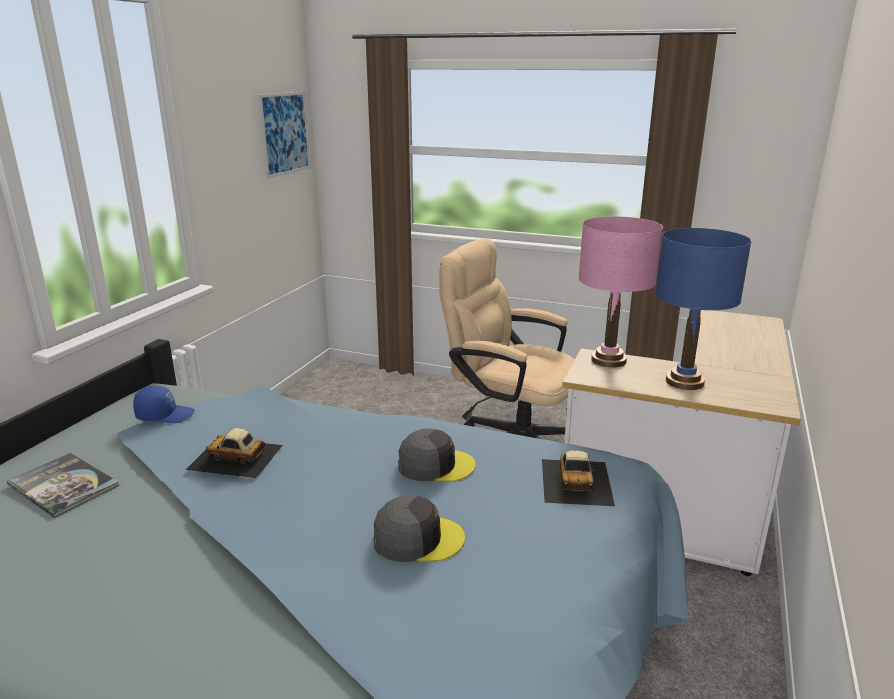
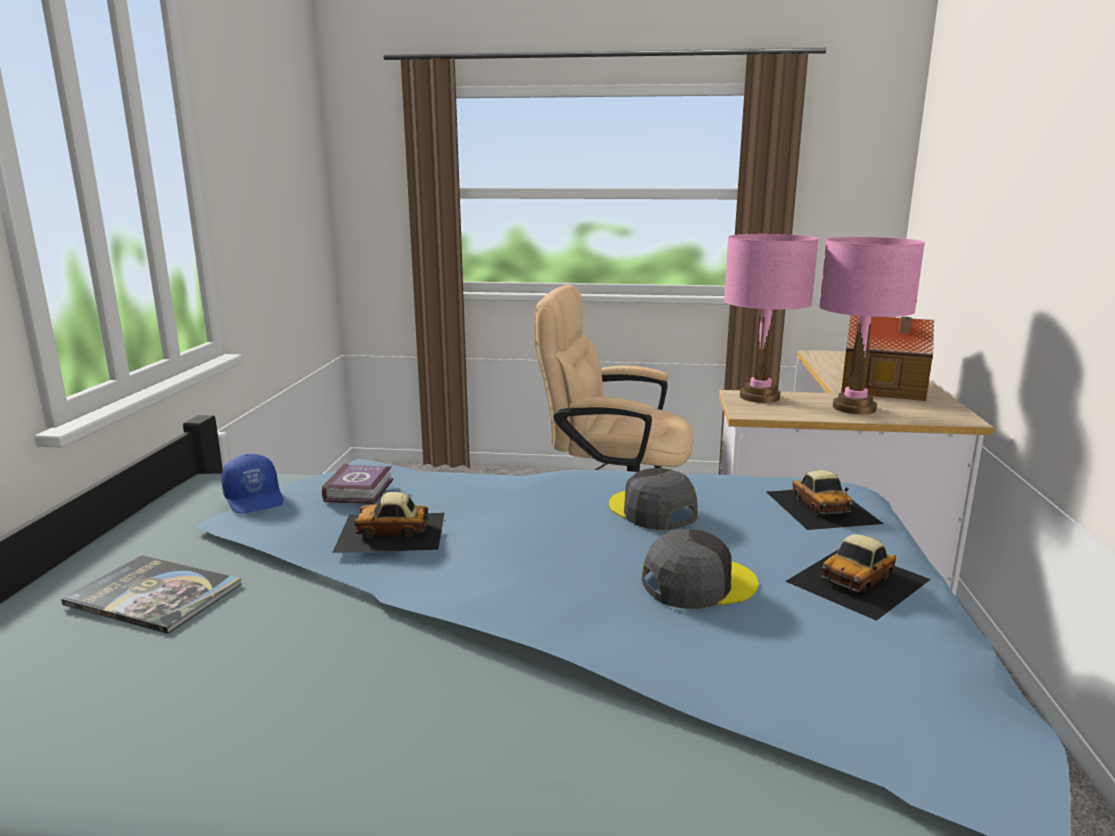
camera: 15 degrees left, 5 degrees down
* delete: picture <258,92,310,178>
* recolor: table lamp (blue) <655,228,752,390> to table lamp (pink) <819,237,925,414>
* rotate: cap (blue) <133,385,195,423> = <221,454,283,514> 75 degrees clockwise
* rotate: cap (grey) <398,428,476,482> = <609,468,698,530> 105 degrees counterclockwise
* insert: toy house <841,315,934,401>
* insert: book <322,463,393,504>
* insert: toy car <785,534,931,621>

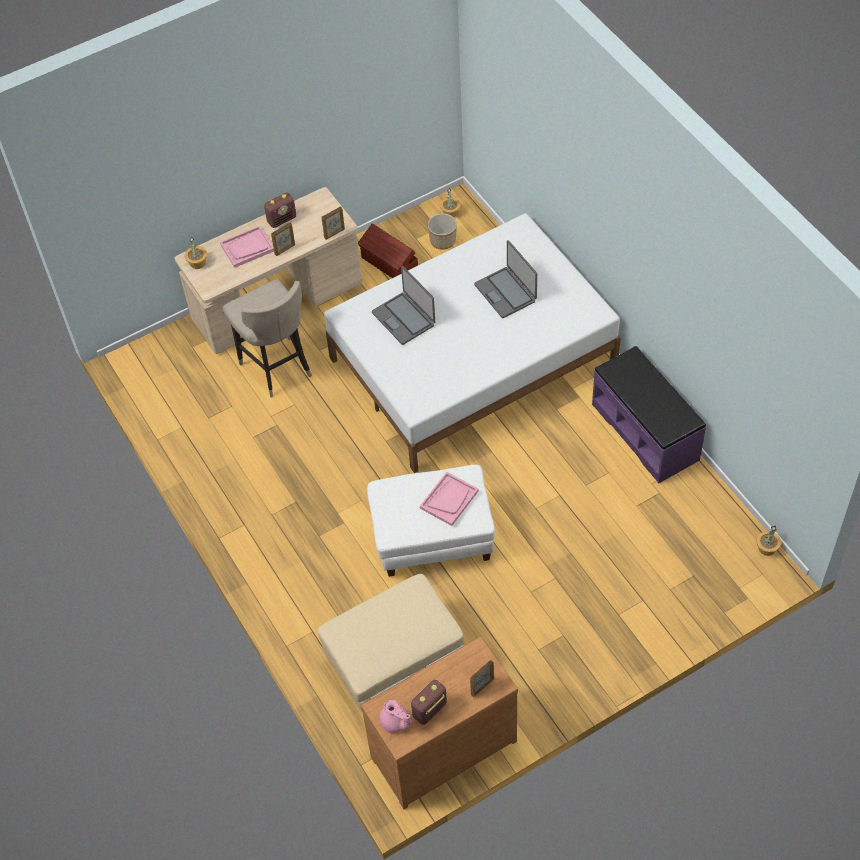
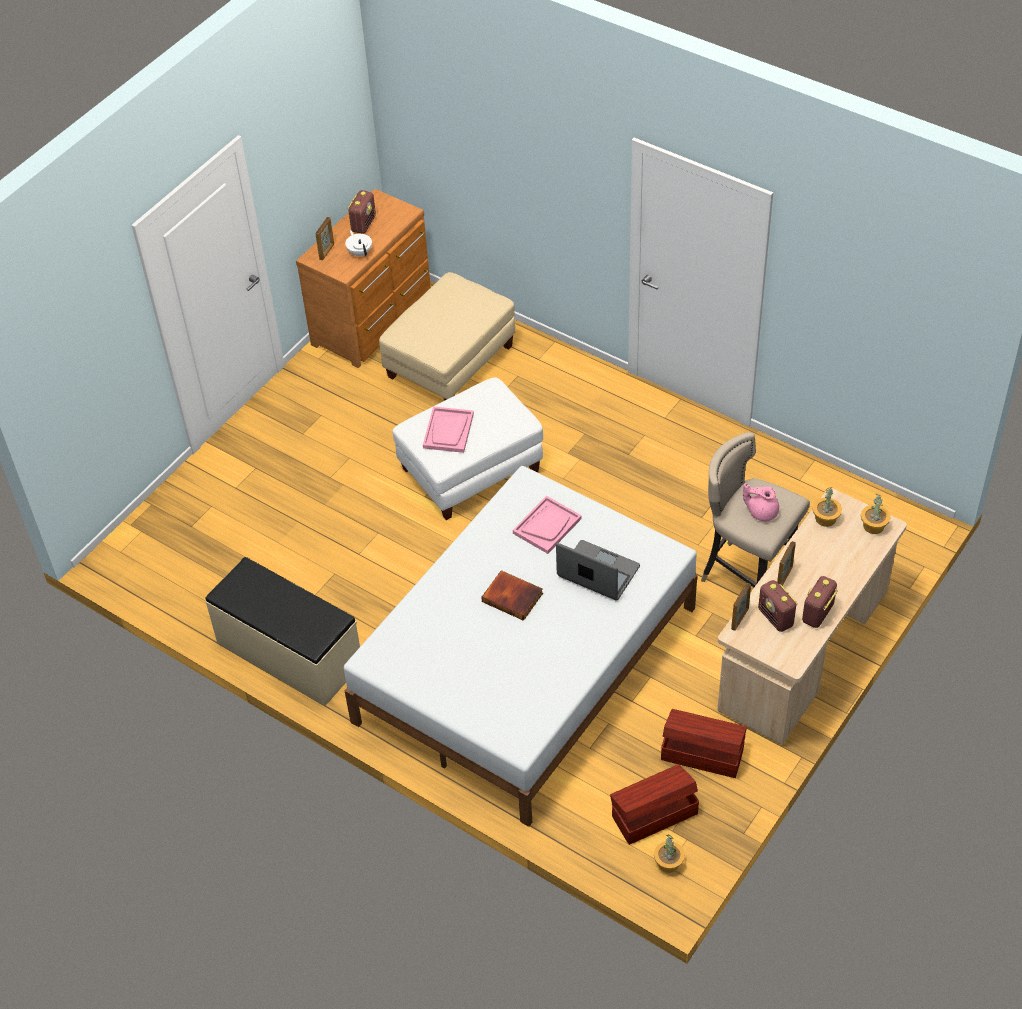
camera: 155 degrees right, 5 degrees down
* replace: planter <427,213,457,250> to storage box (brown) <610,764,699,845>
* move: tray (pink) <220,226,274,268> to <513,496,582,554>
* delete: laptop <474,240,537,318>
* recolor: bench (purple) <592,346,706,484> to bench (beige) <205,557,360,706>
* move: potted plant <756,525,781,556> to <812,487,842,527>
* move: teapot (pink) <380,700,411,733> to <743,483,779,521>
* insert: teapot (white) <345,230,372,257>
* insert: book <481,570,543,621>
* insert: radio <758,580,798,632>

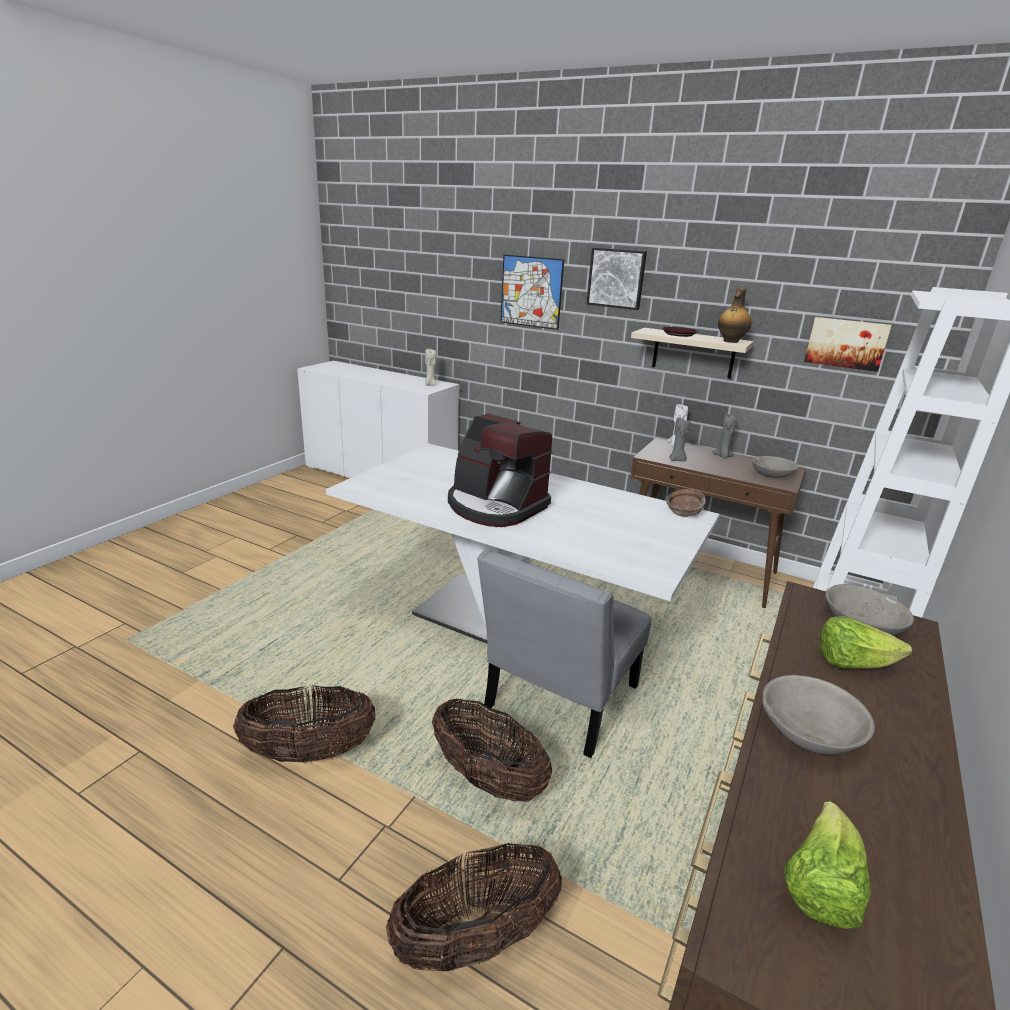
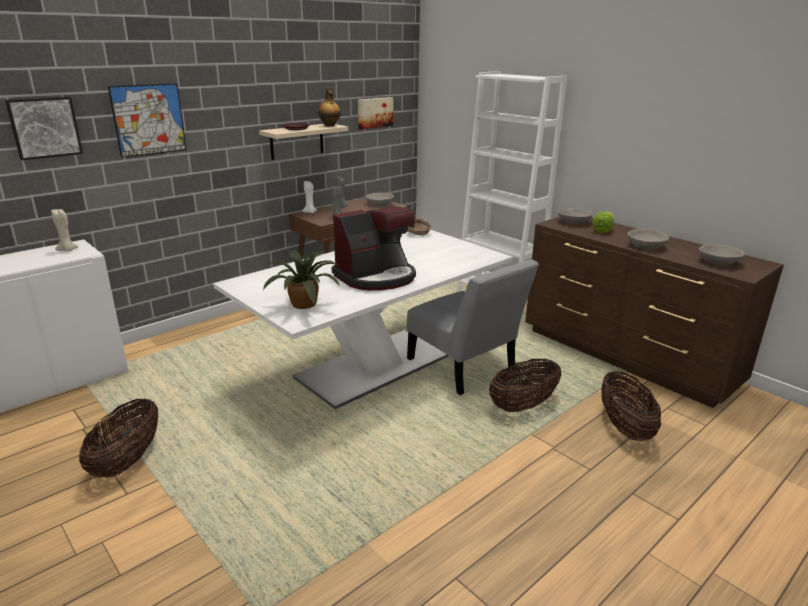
camera: 70 degrees left, 0 degrees up
* move: picture <587,248,647,310> to <5,97,83,160>
* move: basket <233,685,376,763> to <79,398,159,478>
* replace: lettuce <784,801,871,929> to bowl (grey) <699,244,745,265>
* insert: potted plant <263,250,342,309>

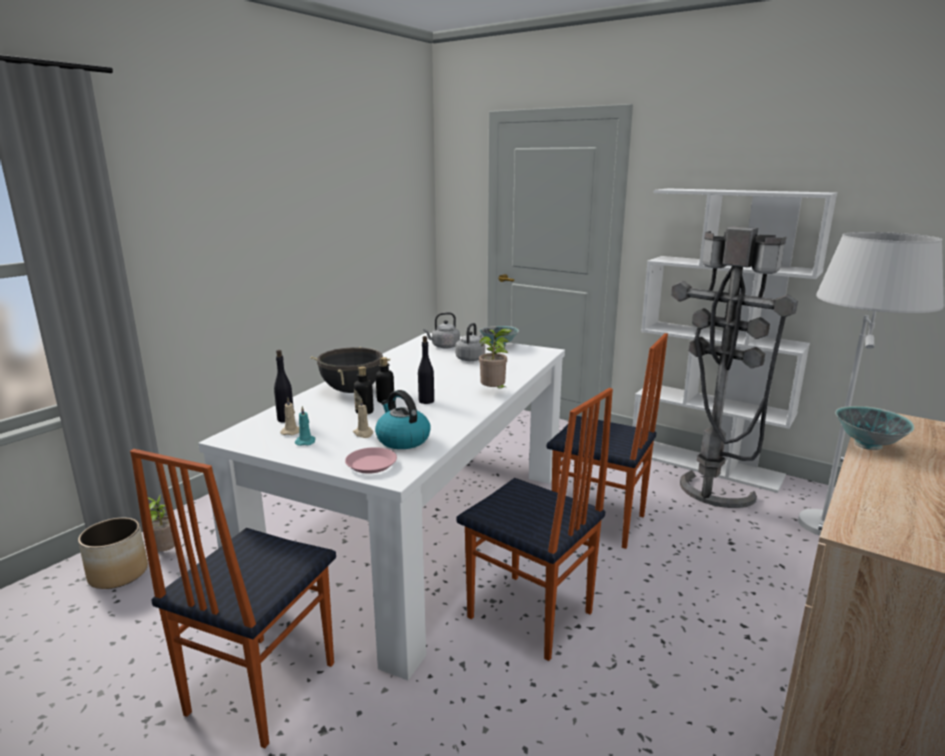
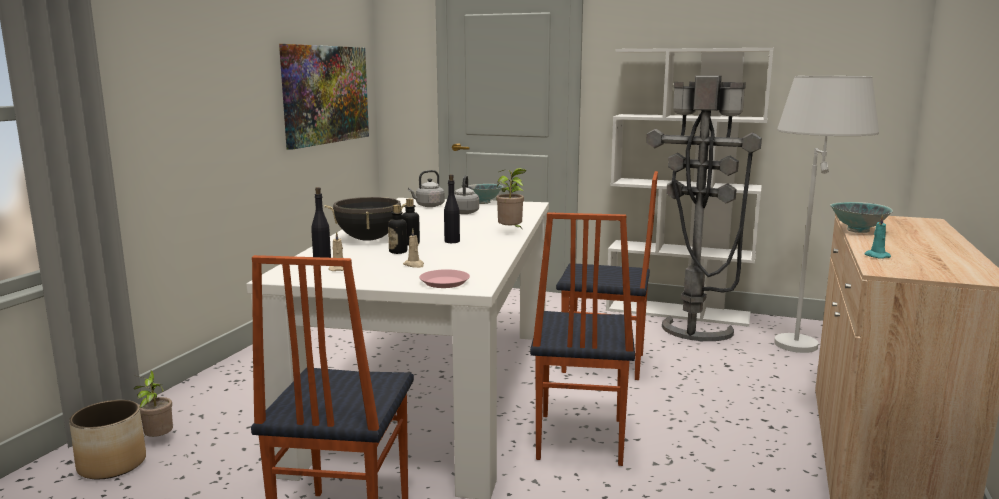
camera: 15 degrees left, 5 degrees down
* rotate: chair <457,388,613,661> = <530,212,635,466> 75 degrees clockwise
* delete: kettle <375,390,431,449>
* move: candle (turquoise) <295,406,315,446> to <865,215,891,259>
* insert: picture <279,44,369,150>

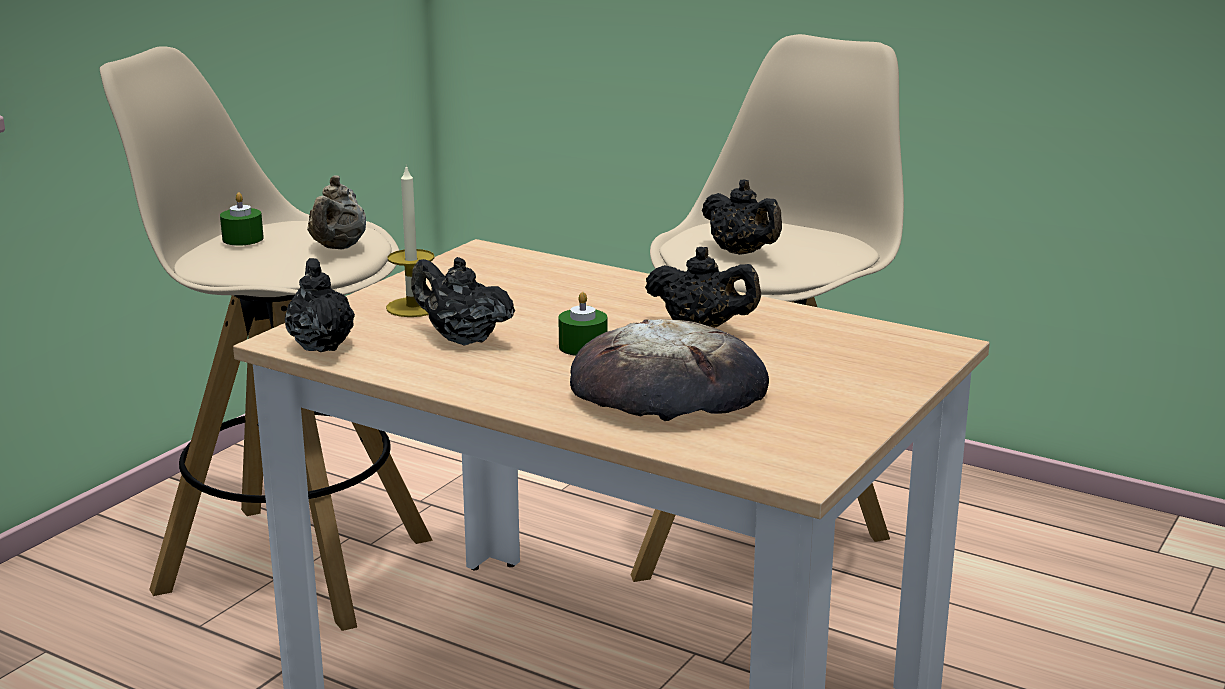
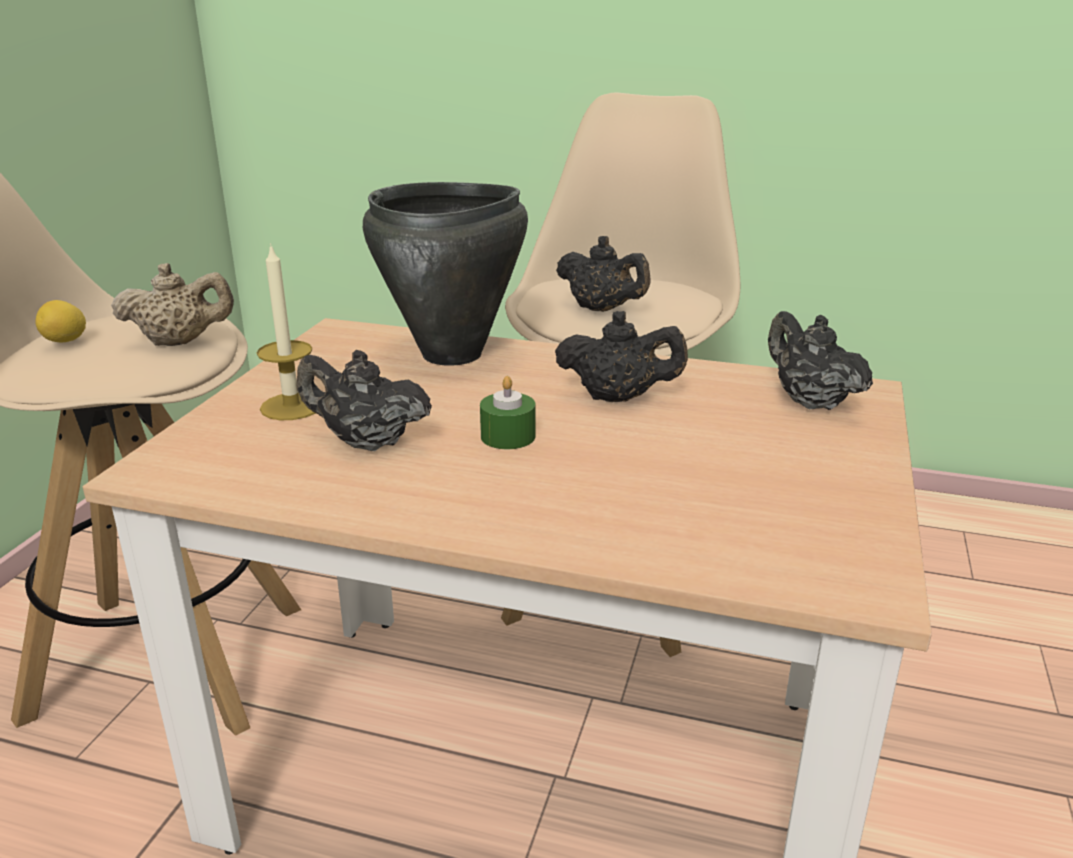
camera: 15 degrees left, 5 degrees up
* rotate: teapot (beige) <307,175,366,249> = <111,263,234,346> 90 degrees counterclockwise
* replace: candle (green) <220,192,264,246> to lemon <35,300,86,342>
* move: teapot (black) <285,258,355,352> to <768,311,873,410>
* delete: bread <570,319,769,421>
* insert: cooking pot (black) <363,182,528,366>

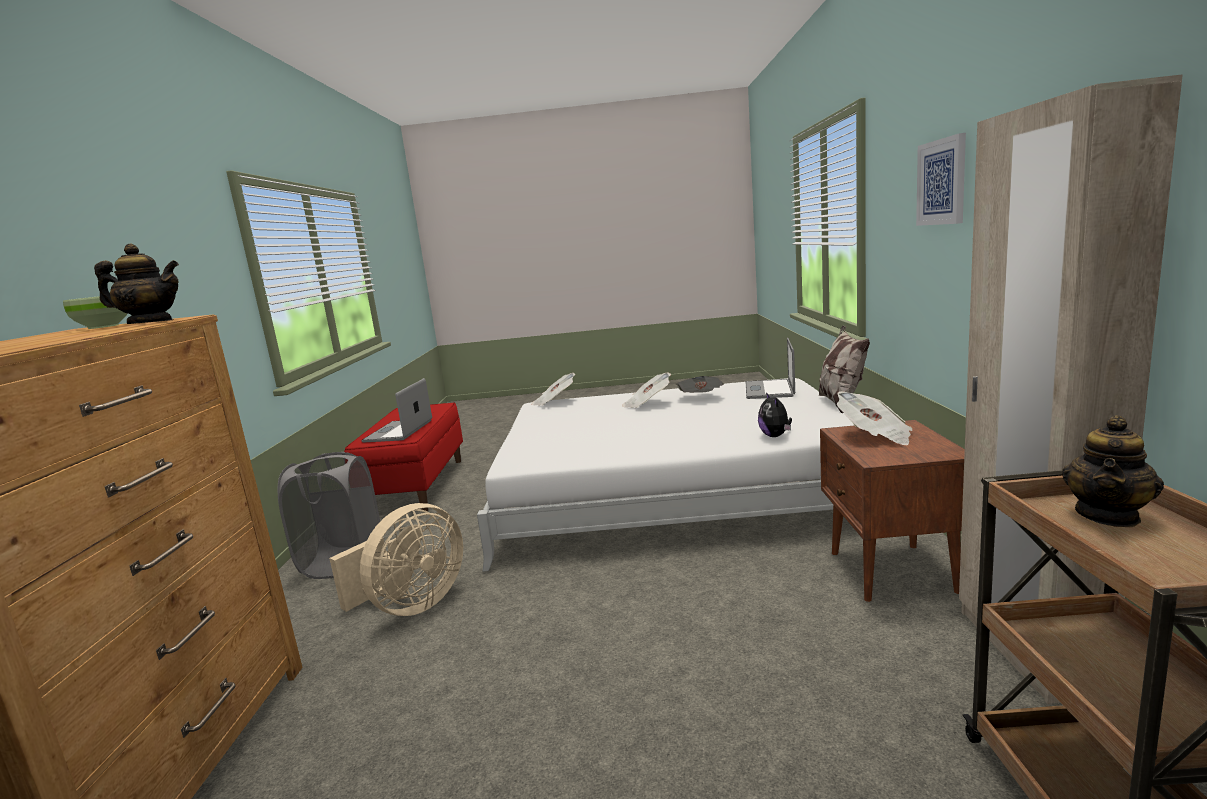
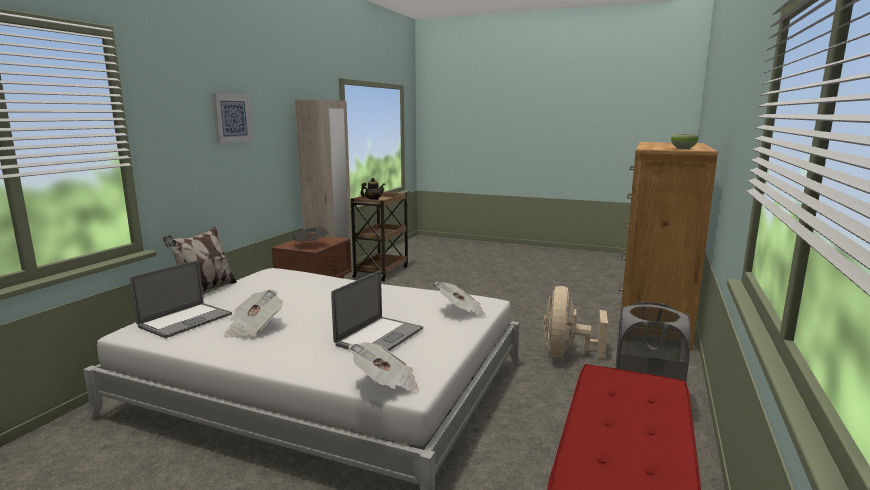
camera: 160 degrees left, 0 degrees up
* delete: teapot <94,244,179,324>
* move: newspaper <622,373,671,408> to <435,282,487,316>
* move: laptop <362,378,432,442> to <331,271,423,351>
* delete: plush toy <758,392,792,437>
* rotate: fan (beige) <329,503,463,616> = <544,286,608,358> 45 degrees counterclockwise

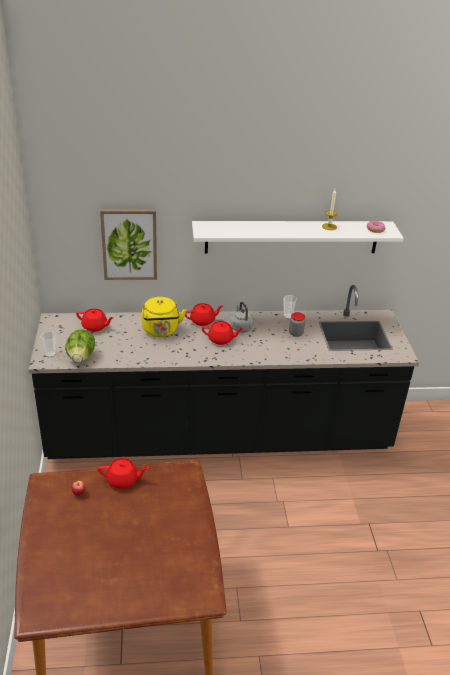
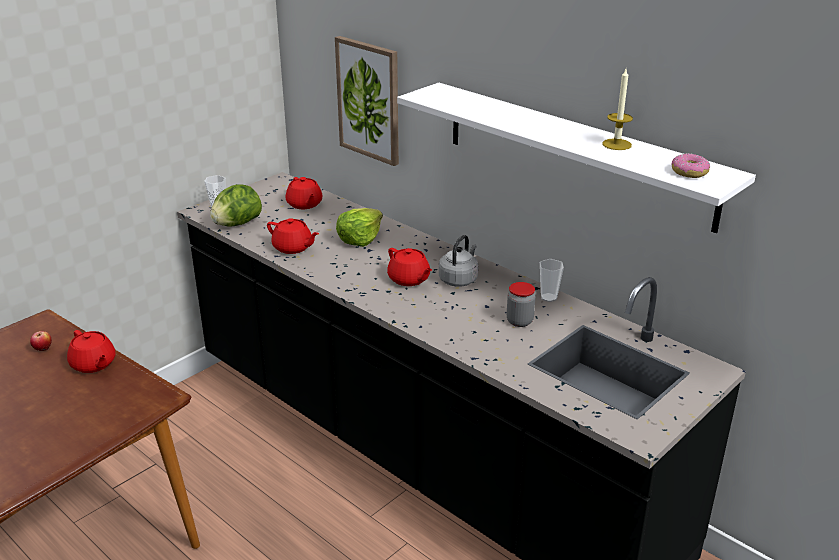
camera: 50 degrees right, 5 degrees down
* replace: kettle (yellow) <142,297,187,337> to lettuce <336,208,383,247>
* move: teapot (red) <185,303,224,326> to <267,218,319,254>

